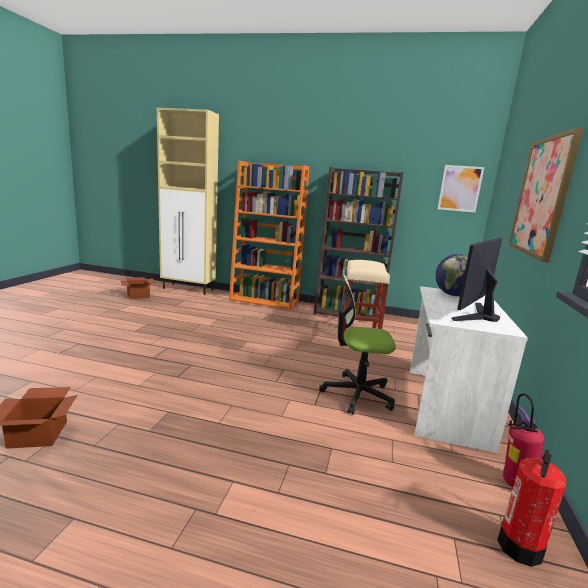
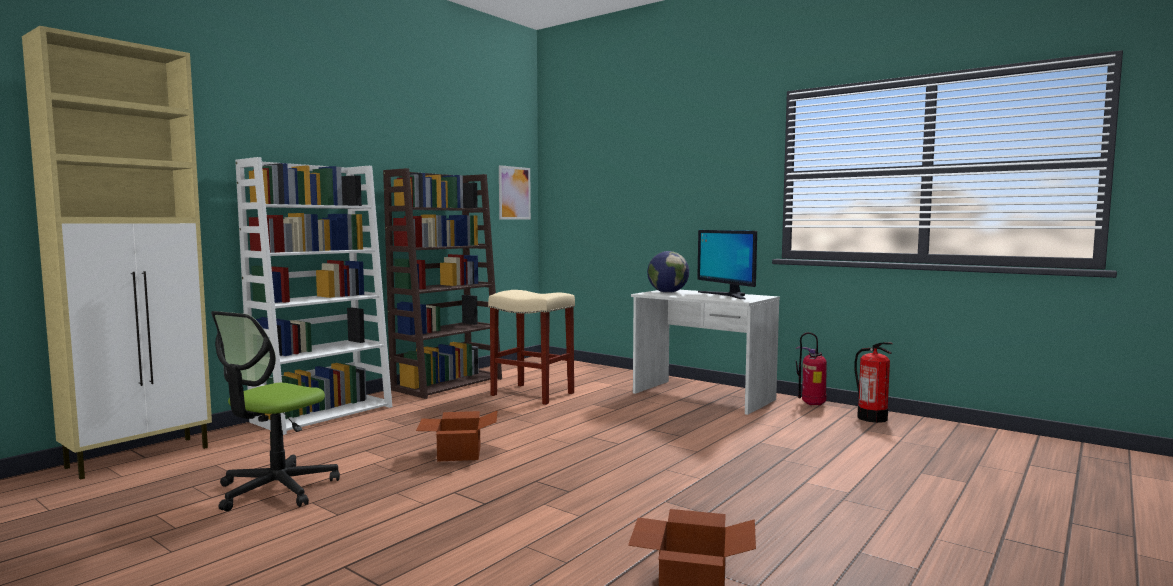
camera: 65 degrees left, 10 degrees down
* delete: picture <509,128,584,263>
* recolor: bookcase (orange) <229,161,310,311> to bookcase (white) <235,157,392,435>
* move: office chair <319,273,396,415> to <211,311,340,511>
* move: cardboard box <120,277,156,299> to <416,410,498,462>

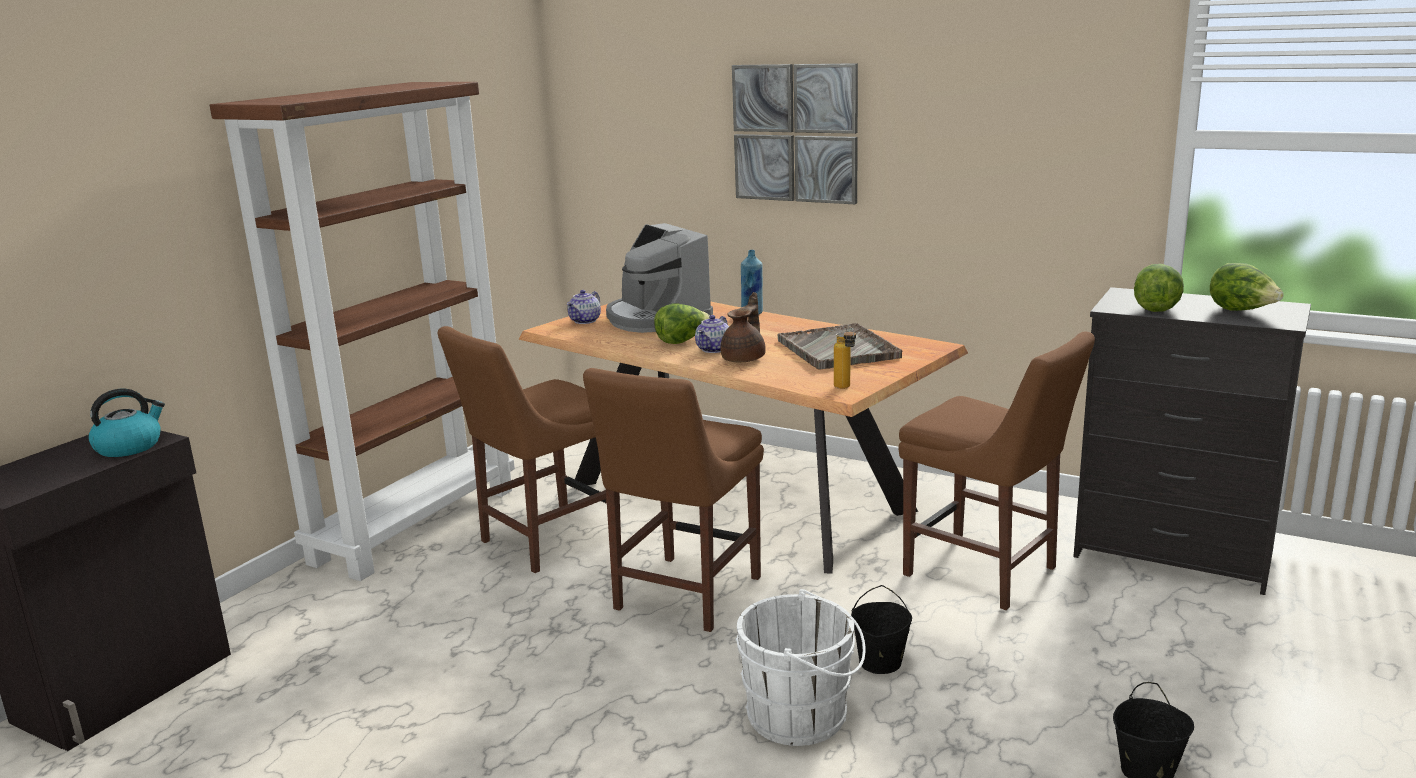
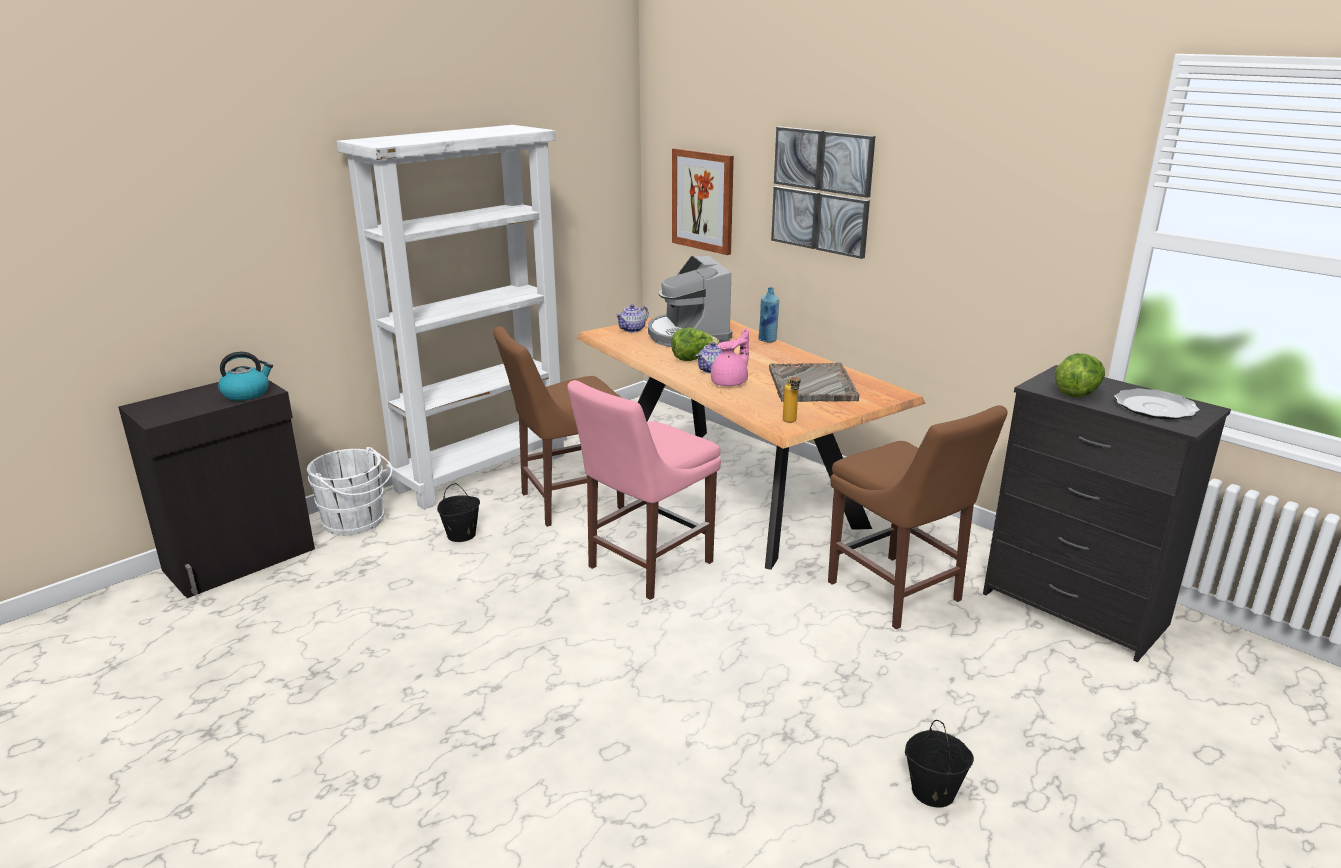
camera: 15 degrees right, 5 degrees up
* recolor: bookcase (brown) <210,82,515,581> to bookcase (white) <336,125,567,510>
* replace: lettuce <1210,263,1284,311> to plate <1114,388,1200,420>
* recolor: teapot (brown) <721,292,766,362> to teapot (pink) <711,328,749,386>
* recolor: chair (brown) <583,368,764,632> to chair (pink) <567,380,721,600>
* move: bucket (black) <851,585,912,674> to <437,483,480,542>
* move: bucket (white) <735,589,866,746> to <307,447,393,535>
* insert: picture <672,148,734,255>

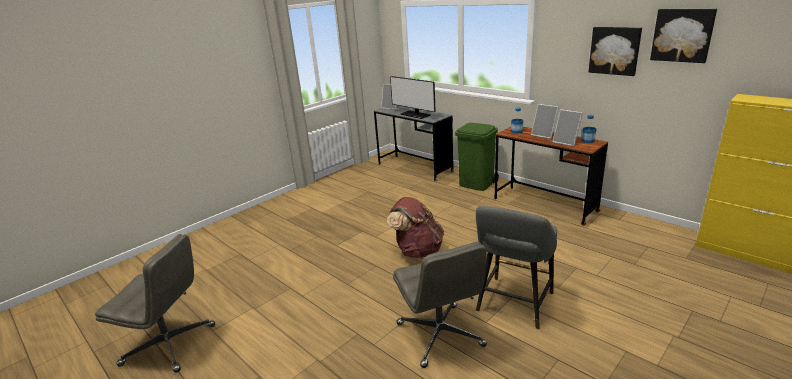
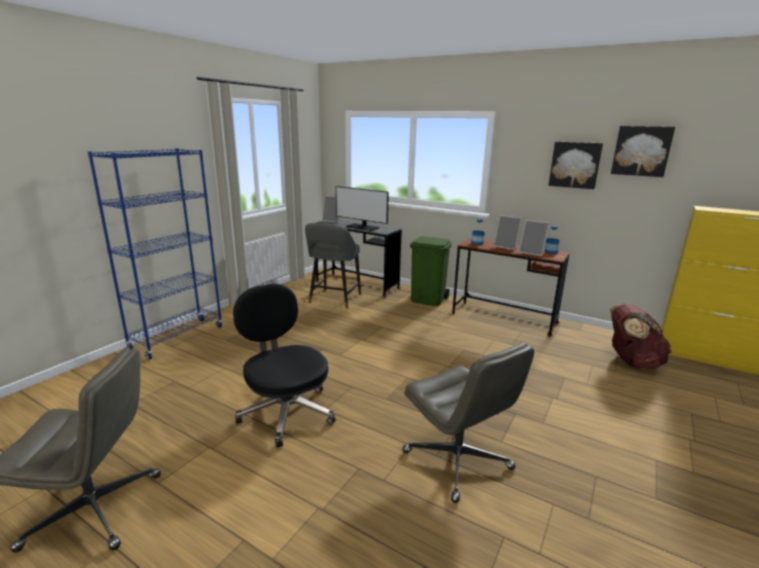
camera: 15 degrees left, 5 degrees down
* move: backpack (brown) <387,197,444,258> to <609,304,672,368>
* move: stool (grey) <476,206,557,329> to <305,223,361,309>
* insert: bookcase (blue) <88,148,223,359>
* insert: office chair (black) <233,284,336,448>

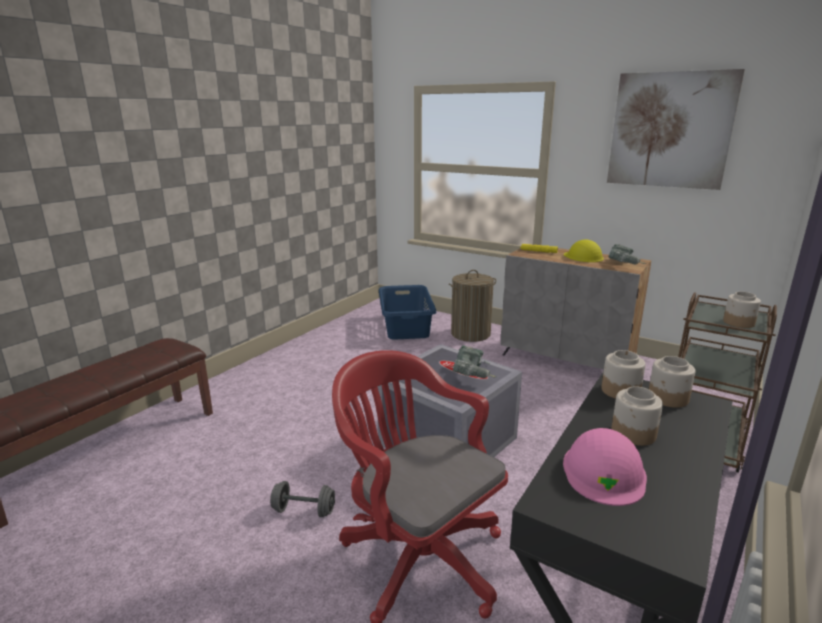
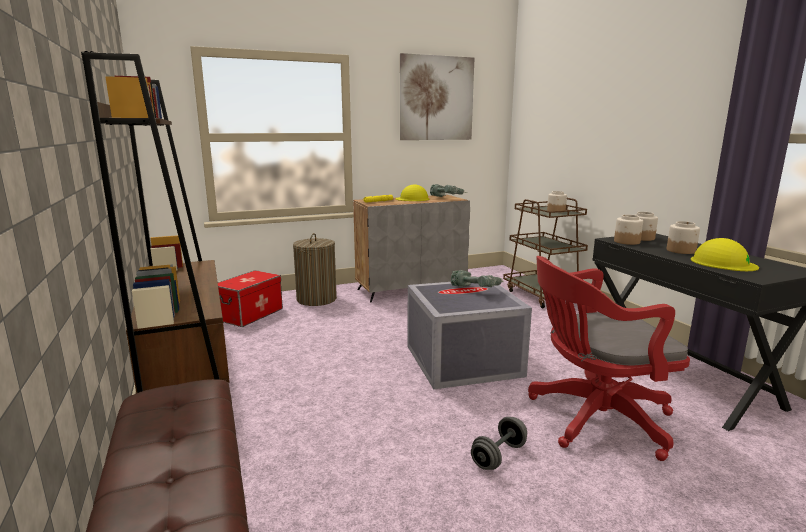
camera: 55 degrees left, 5 degrees down
* replace: laundry basket (blue) <379,285,436,340> to storage box <218,270,283,327>
* recolor: hard hat (pink) <563,428,647,506> to hard hat (yellow) <691,238,759,271>
* insert: bookcase (brown) <81,51,230,393>

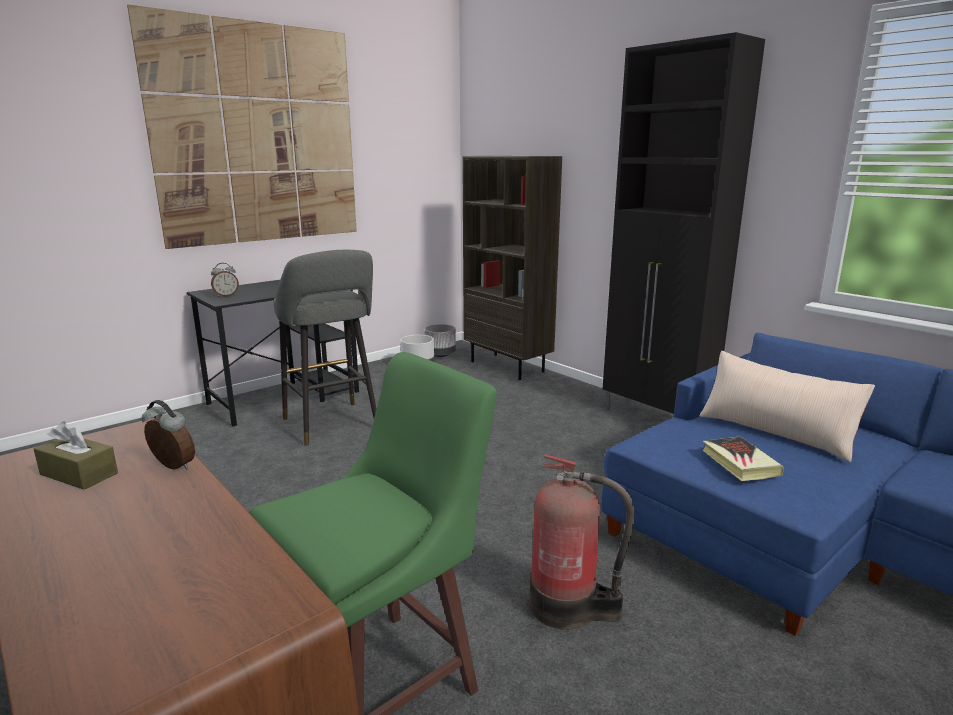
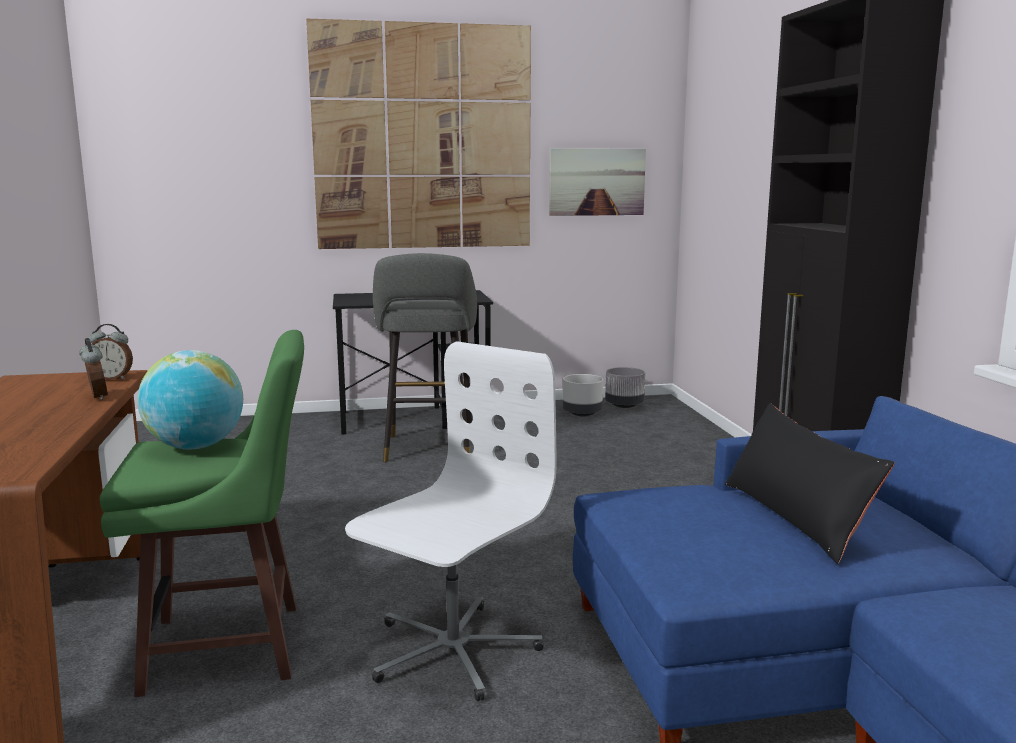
camera: 30 degrees right, 5 degrees down
* delete: bookcase (brown) <462,156,562,380>
* move: alarm clock <211,263,239,297> to <89,324,133,380>
* recolor: pillow (beige) <699,351,875,462> to pillow (black) <725,403,895,564>
* delete: tissue box (brown) <34,422,118,490>
* delete: book <703,436,784,481>
* replace: fire extinguisher <529,454,634,630> to office chair (white) <345,341,556,701>
* insert: picture <549,148,646,216>
* insert: globe <137,350,243,449>

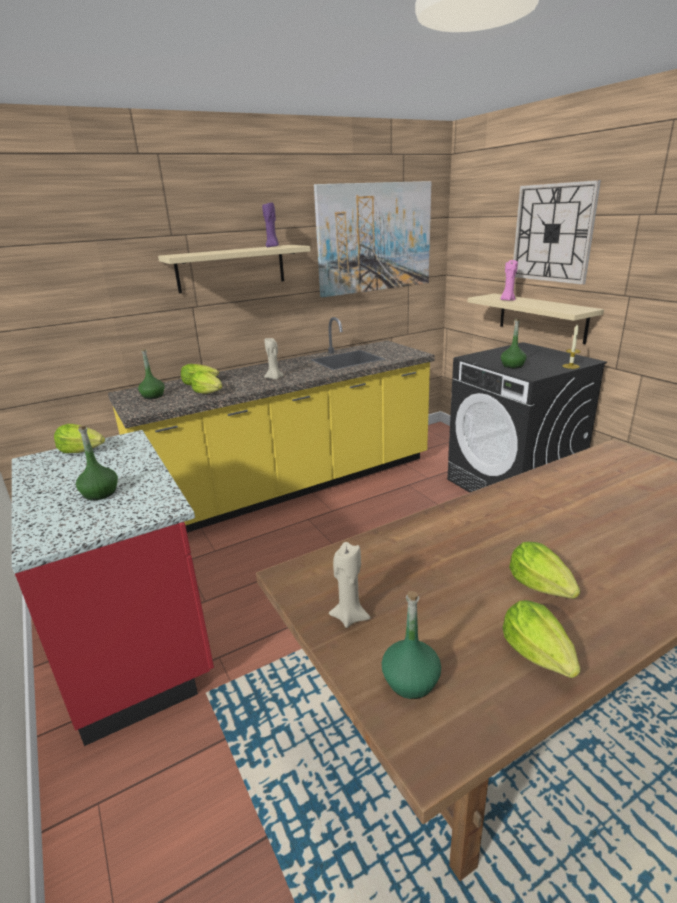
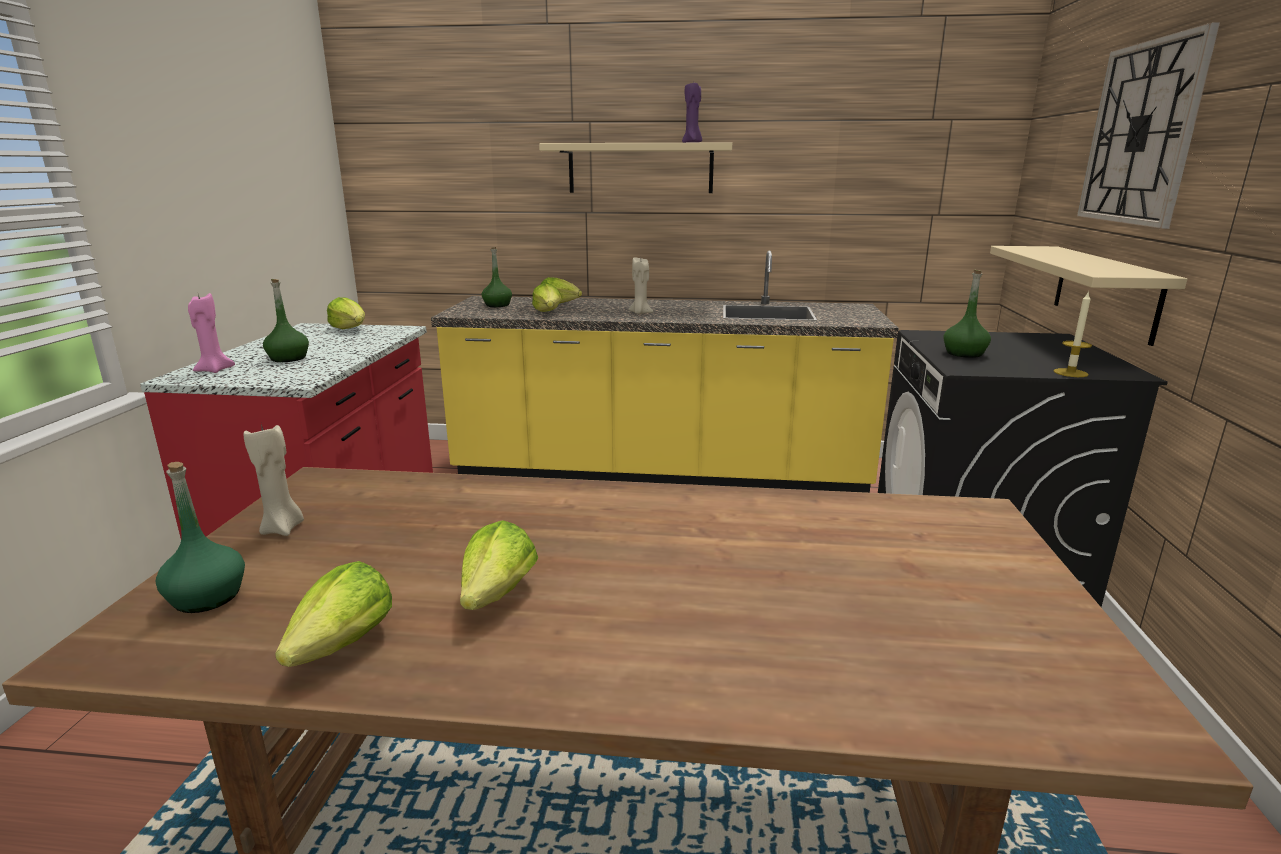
camera: 35 degrees right, 5 degrees down
* delete: picture <314,181,431,297>
* move: candle (pink) <500,260,518,301> to <188,293,235,373>

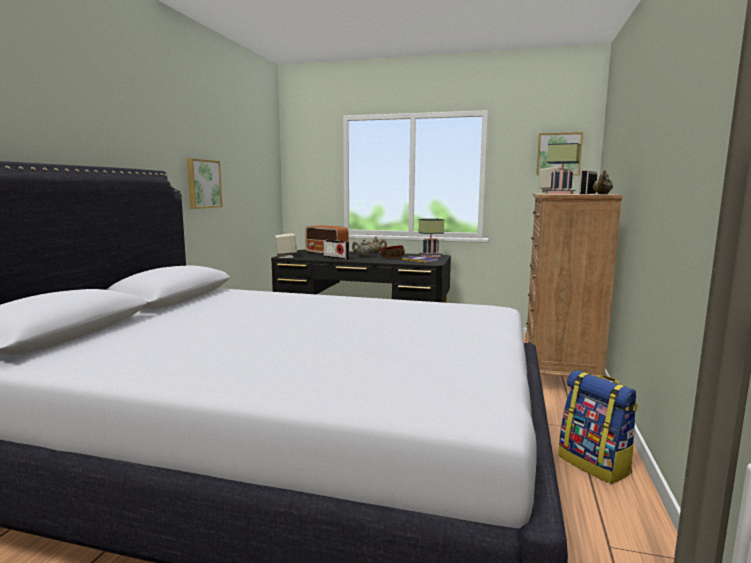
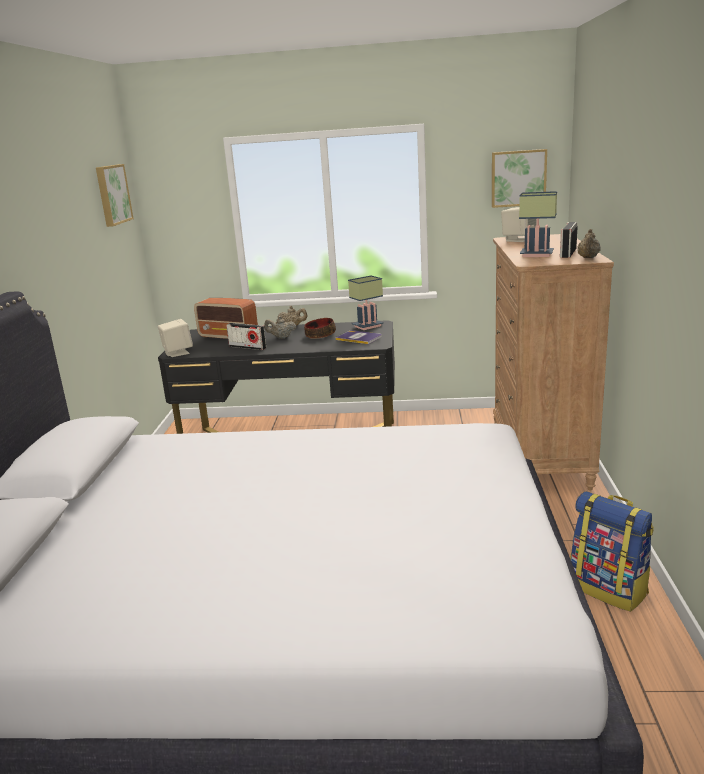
camera: 10 degrees left, 10 degrees up
* move: picture <187,158,222,209> to <96,164,134,227>

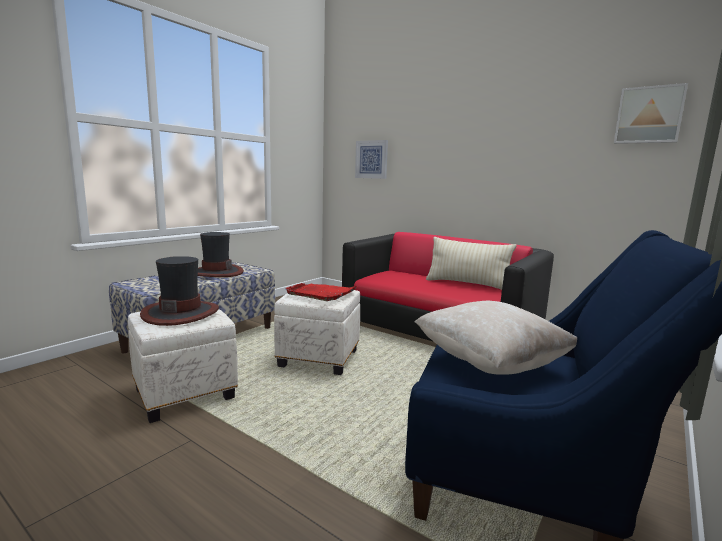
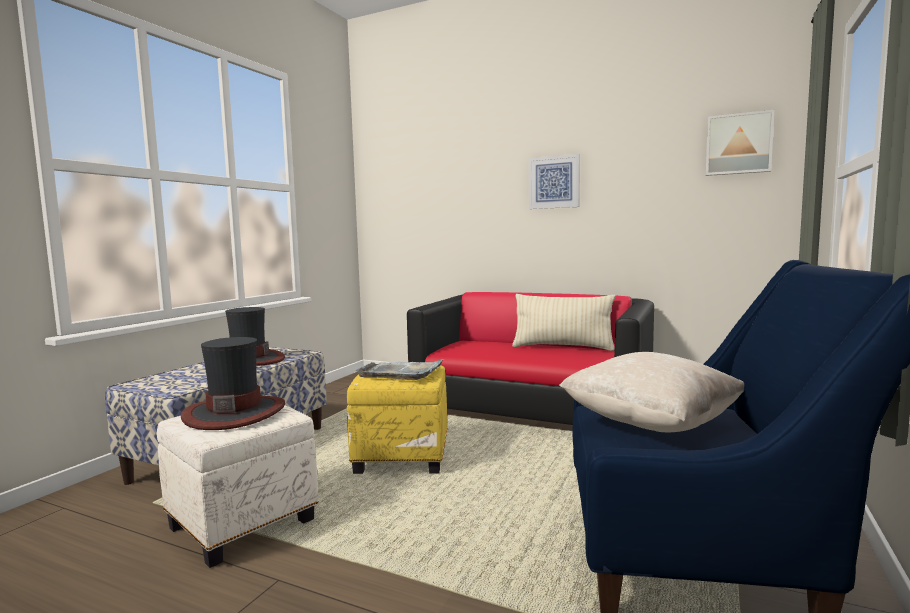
camera: 10 degrees left, 5 degrees down
* move: picture <355,140,388,179> to <529,154,580,209>
* recolor: tray (red) <285,283,357,301> to tray (grey) <356,359,444,380>
* recolor: ottoman (white) <274,290,360,375> to ottoman (yellow) <347,365,447,474>

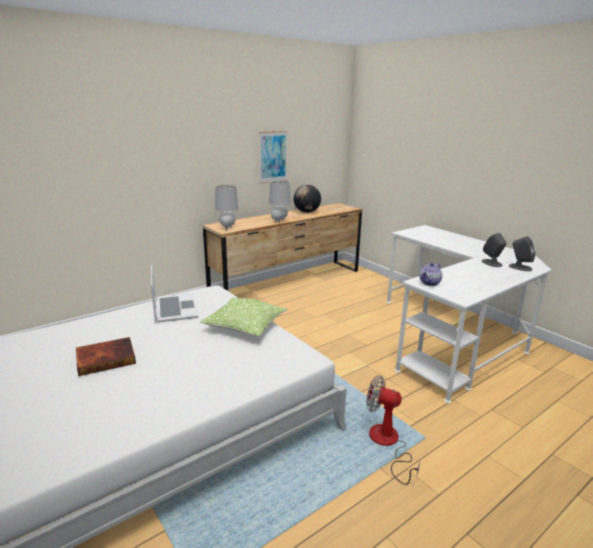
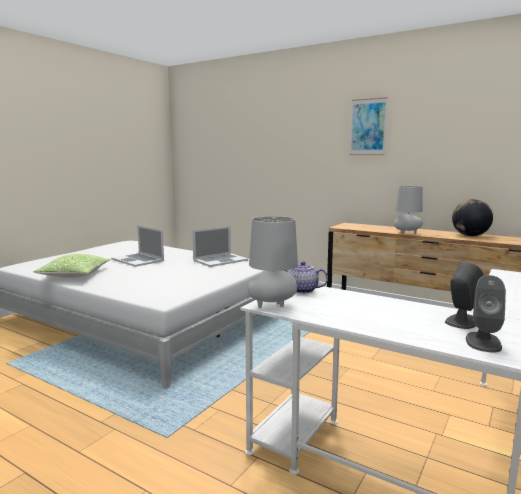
camera: 70 degrees right, 10 degrees down
* move: picture <259,131,287,184> to <350,97,388,155>
* move: table lamp (grey) <215,185,238,230> to <248,216,298,308>
* move: pillow <200,297,288,336> to <33,254,111,278>
* replace: book <76,337,136,376> to laptop <111,225,164,267>
* delete: fan <366,376,420,485>

